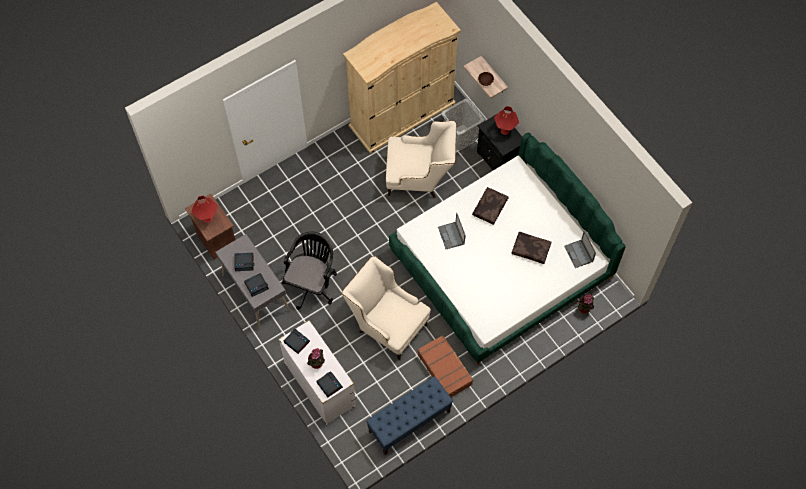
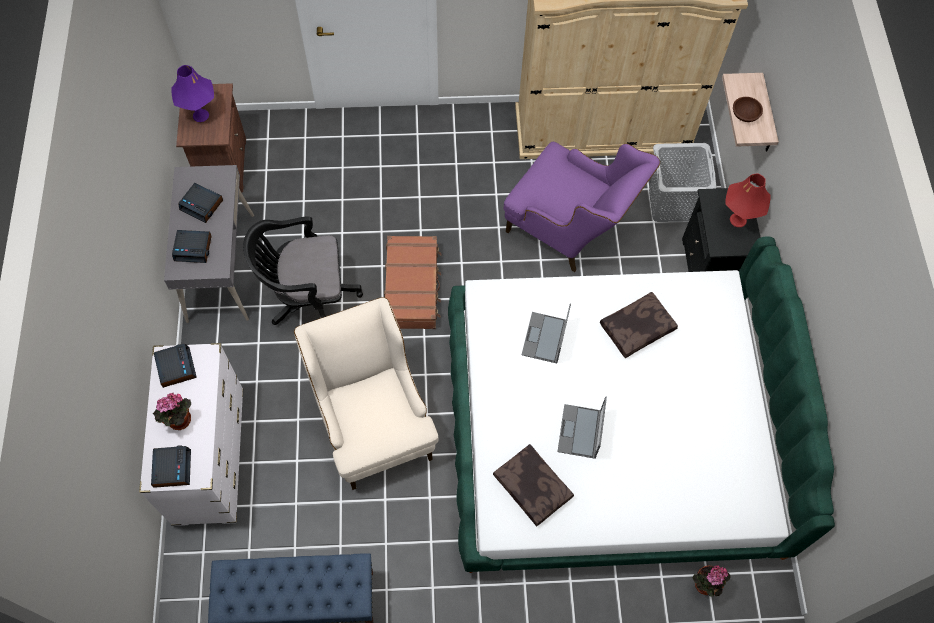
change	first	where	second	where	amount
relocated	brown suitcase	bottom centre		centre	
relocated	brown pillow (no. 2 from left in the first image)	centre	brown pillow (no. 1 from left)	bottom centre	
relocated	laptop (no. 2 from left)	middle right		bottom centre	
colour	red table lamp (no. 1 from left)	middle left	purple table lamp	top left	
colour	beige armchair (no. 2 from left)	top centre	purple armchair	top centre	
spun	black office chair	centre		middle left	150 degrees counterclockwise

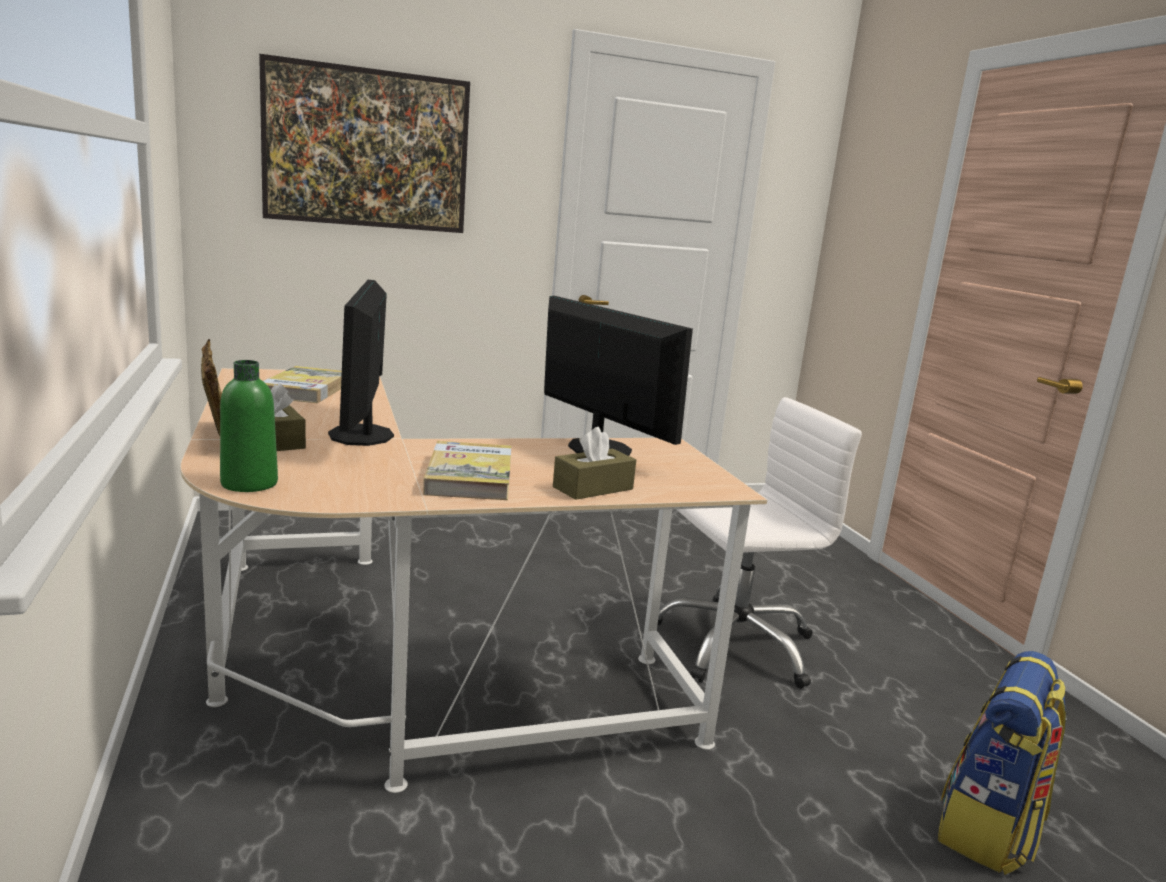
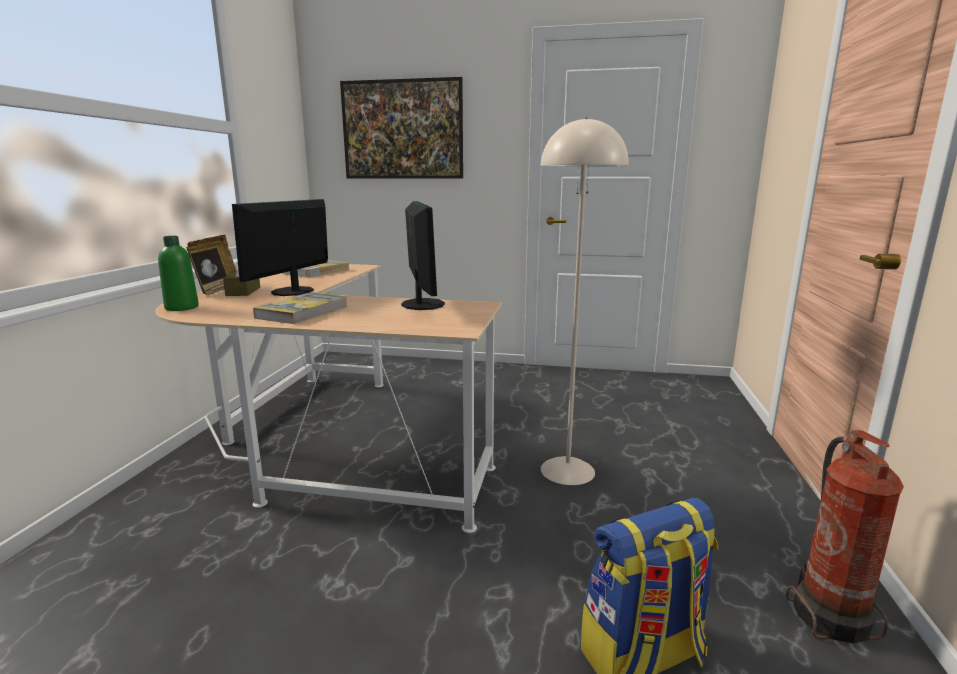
change	first	where	second	where	amount
missing	brown tissue box (no. 2 from left)	centre			
appeared			fire extinguisher	bottom right	
exchanged	white office chair	centre	beige floor lamp	centre	

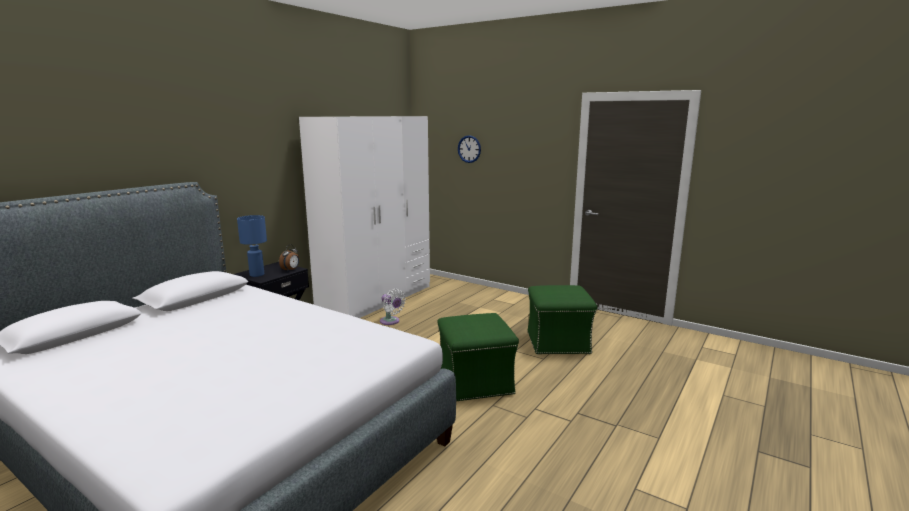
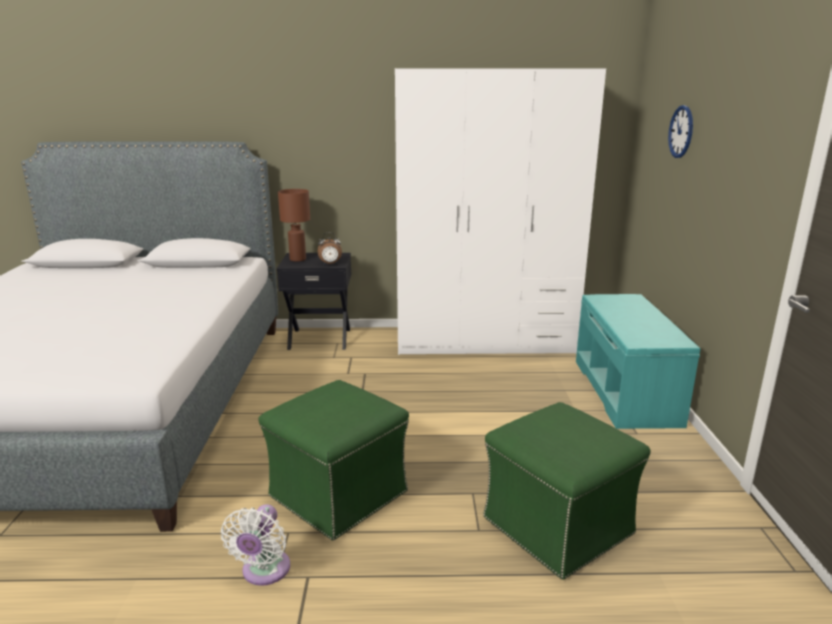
change	first	where	second	where	amount
appeared			turquoise bench	middle right	
relocated	white fan	centre		bottom left	
colour	blue table lamp	middle left	brown table lamp	centre	

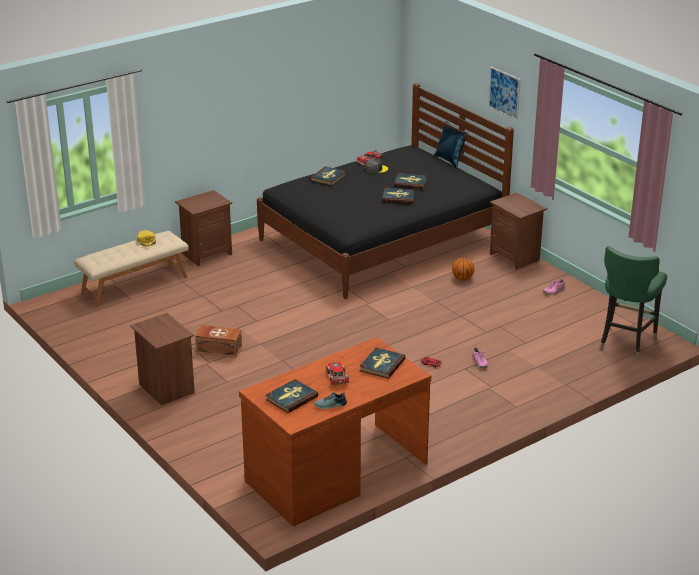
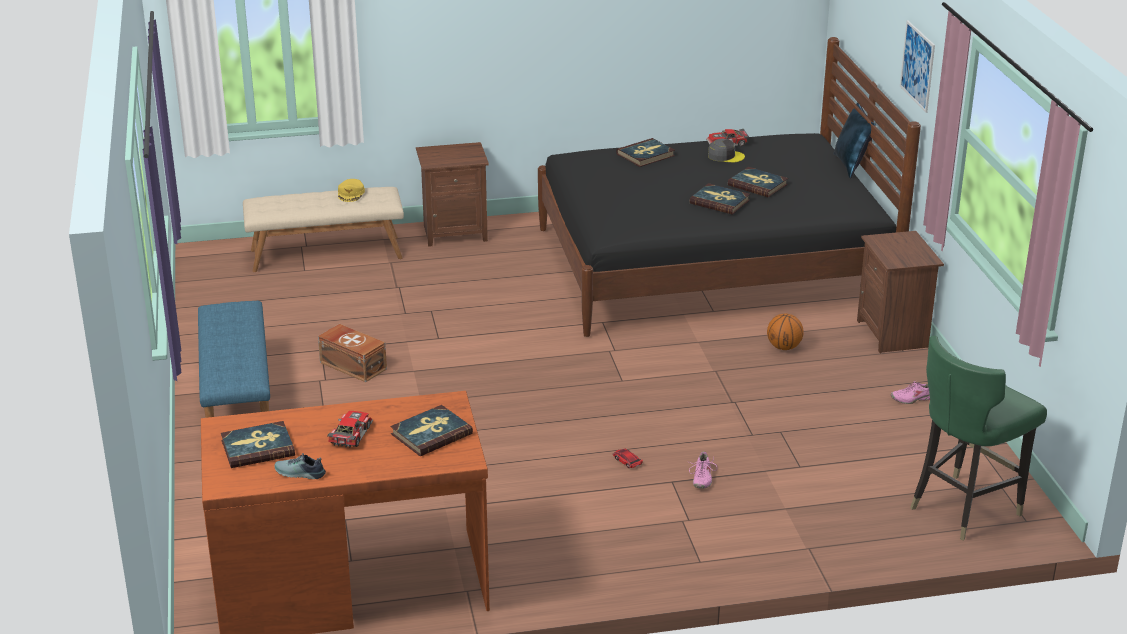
change	first	where	second	where	amount
exchanged	brown nightstand (no. 1 from left)	middle left	blue bench	middle left	

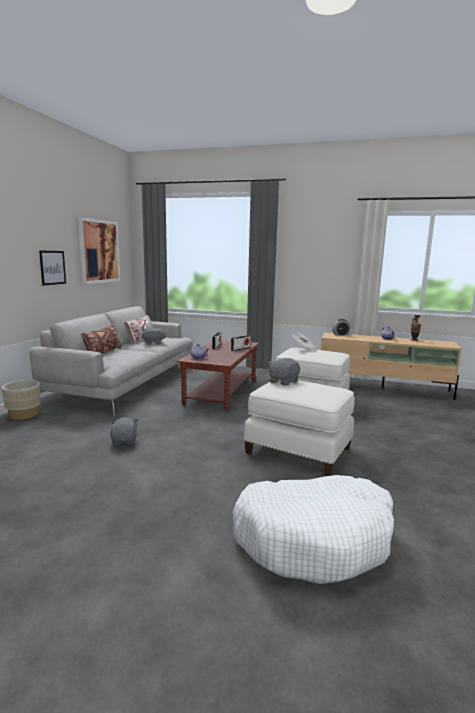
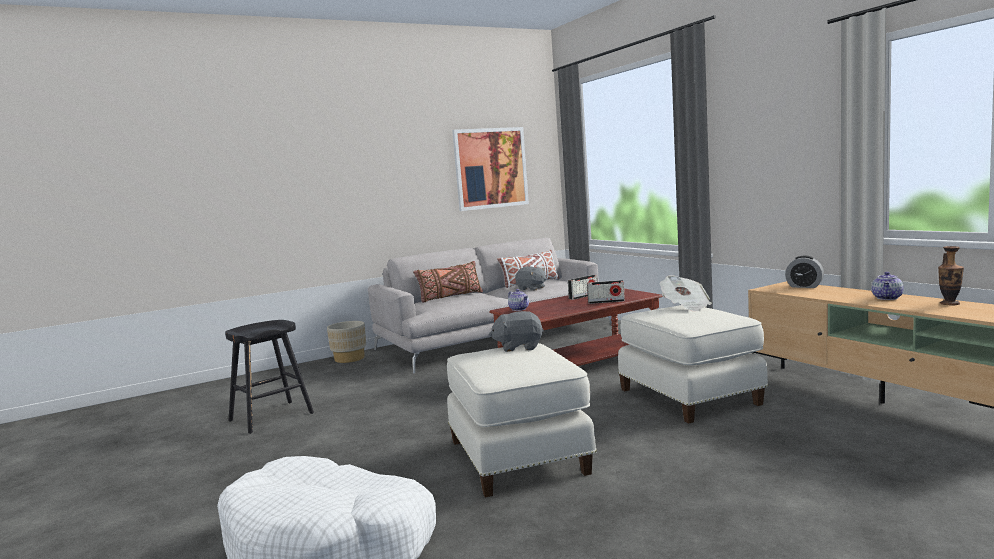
change	first	where	second	where	amount
missing	picture (no. 1 from left)	middle left			
missing	grey plush toy (no. 1 from left)	middle left			
appeared			black stool	bottom left	

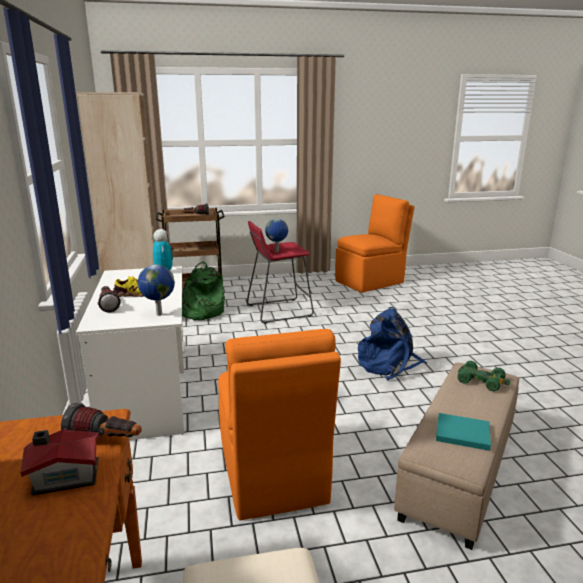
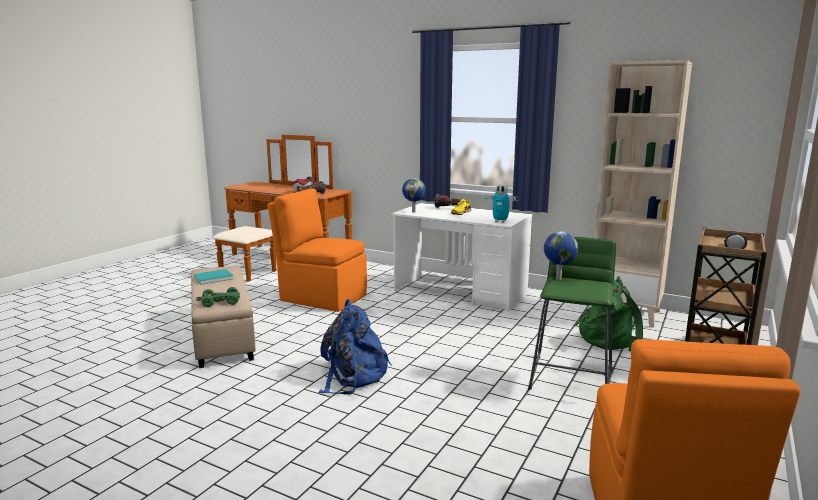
change	first	where	second	where	amount
colour	red stool	centre	green stool	middle right	

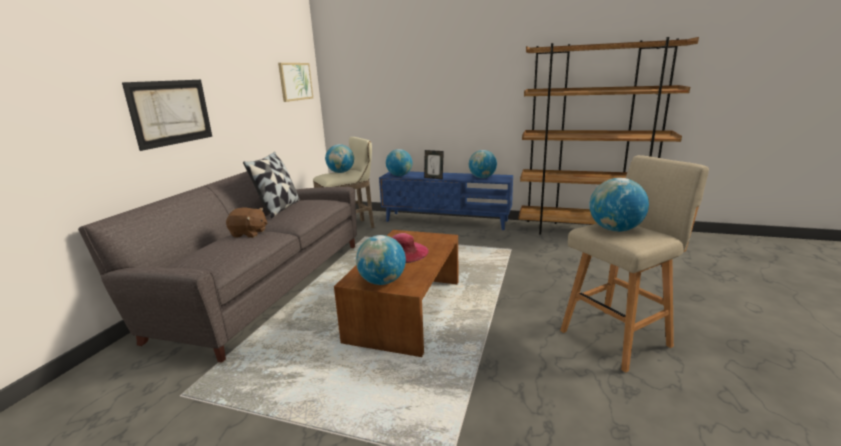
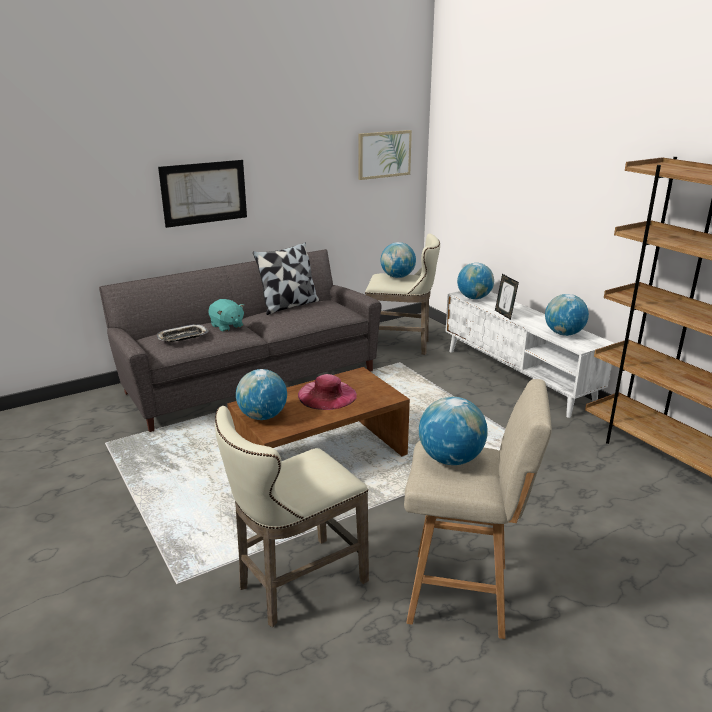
change	first	where	second	where	amount
appeared			tray	middle left	
appeared			beige stool (no. 1 from left)	bottom centre	
colour	brown plush toy	middle left	turquoise plush toy	middle left	
colour	blue tv stand	centre	white tv stand	middle right	

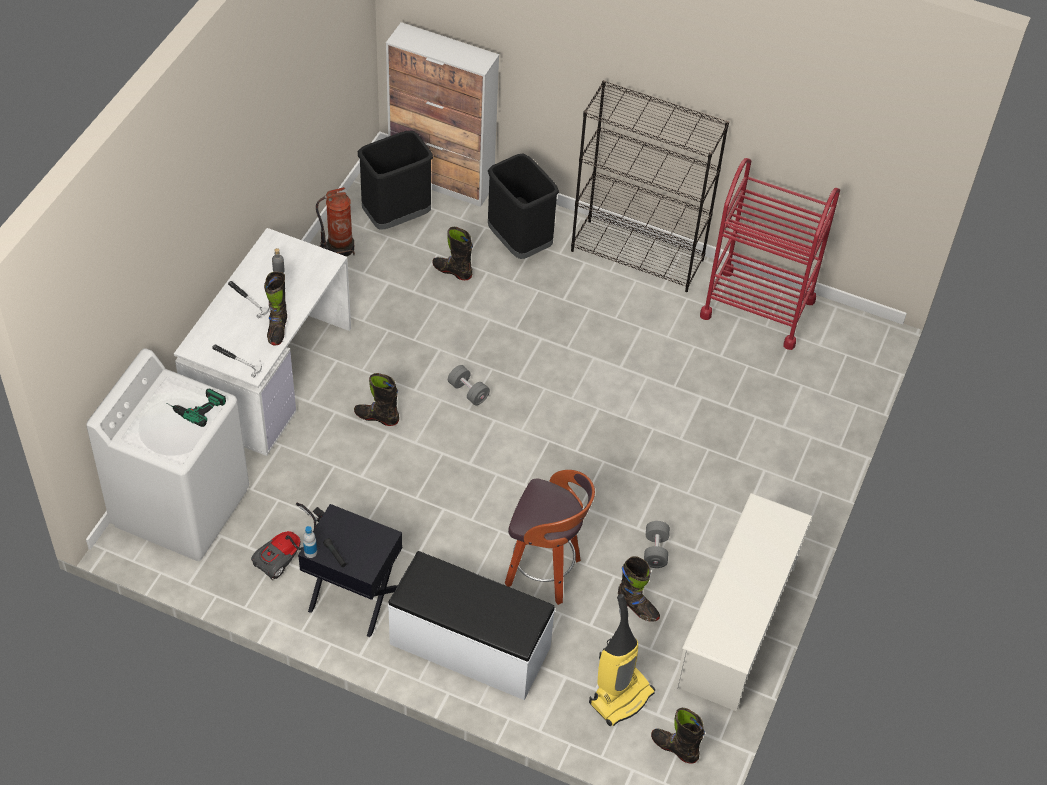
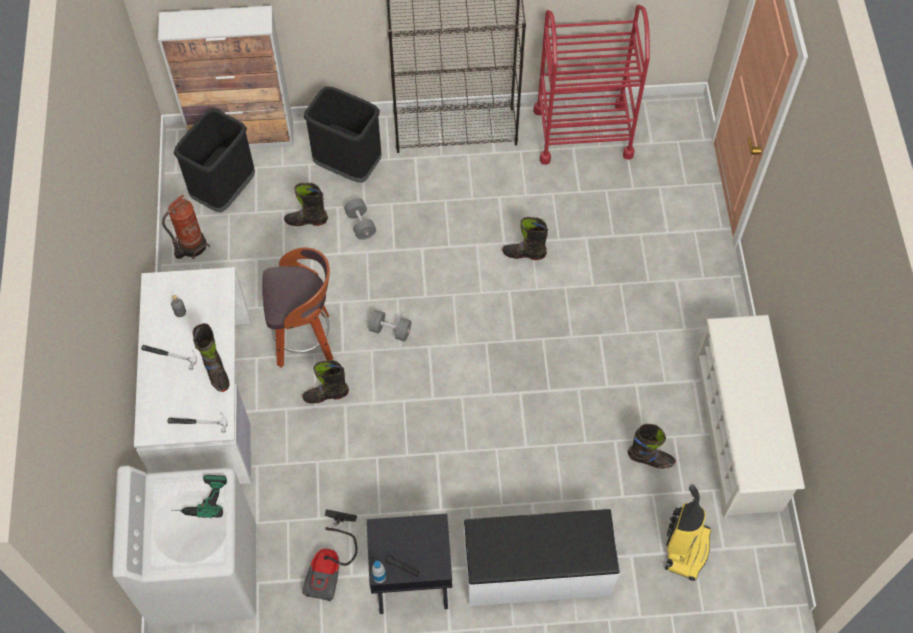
change	first	where	second	where	amount
relocated	stool	bottom centre		middle left	
relocated	grey dumbbell (no. 2 from left in the first image)	bottom centre	grey dumbbell (no. 1 from left)	centre	
relocated	black boot (no. 5 from left in the first image)	bottom centre	black boot (no. 4 from left)	centre	

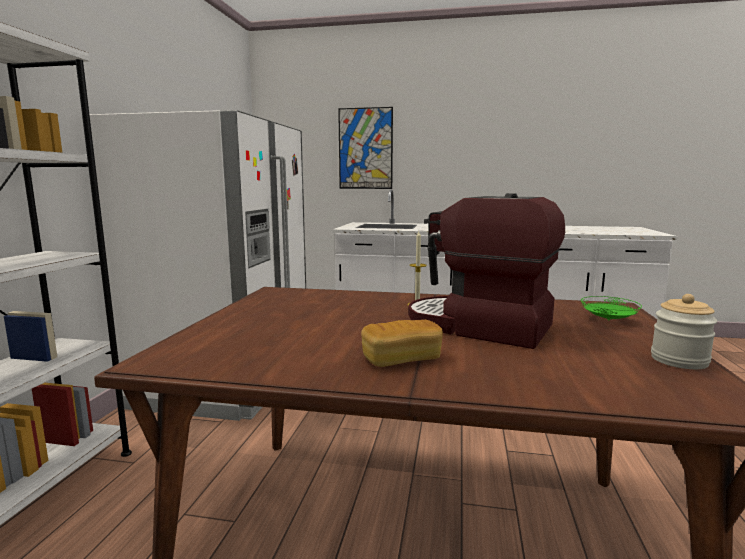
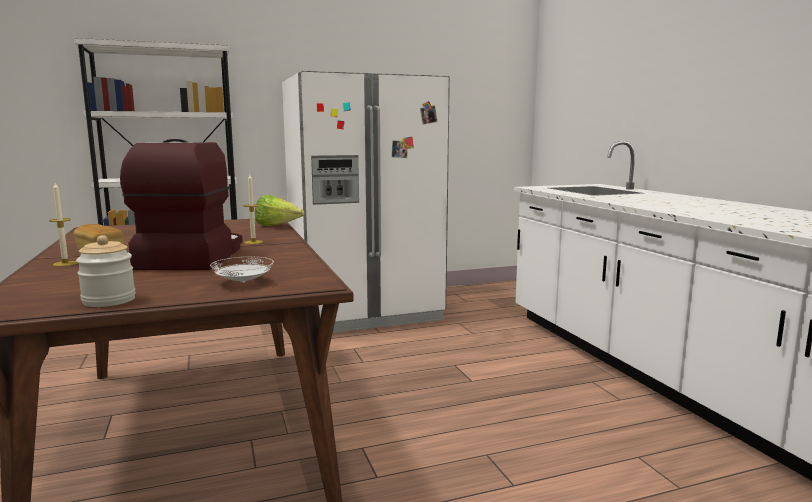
change	first	where	second	where	amount
missing	picture	top centre			
appeared			candle (no. 1 from left)	middle left	
appeared			lettuce	centre	
colour	green plate	middle right	white plate	middle left	

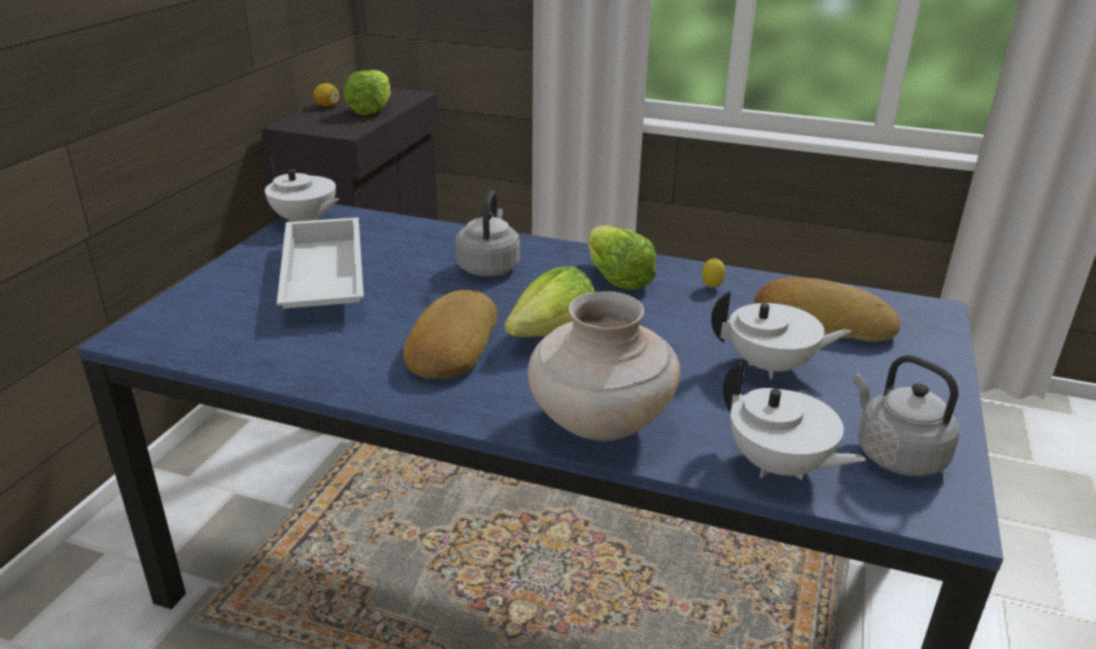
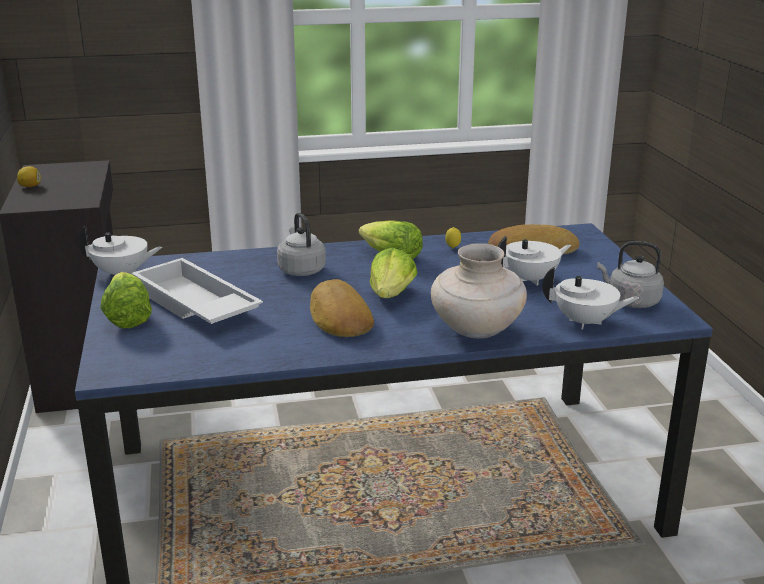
change	first	where	second	where	amount
relocated	lettuce (no. 1 from left)	top centre		middle left	

